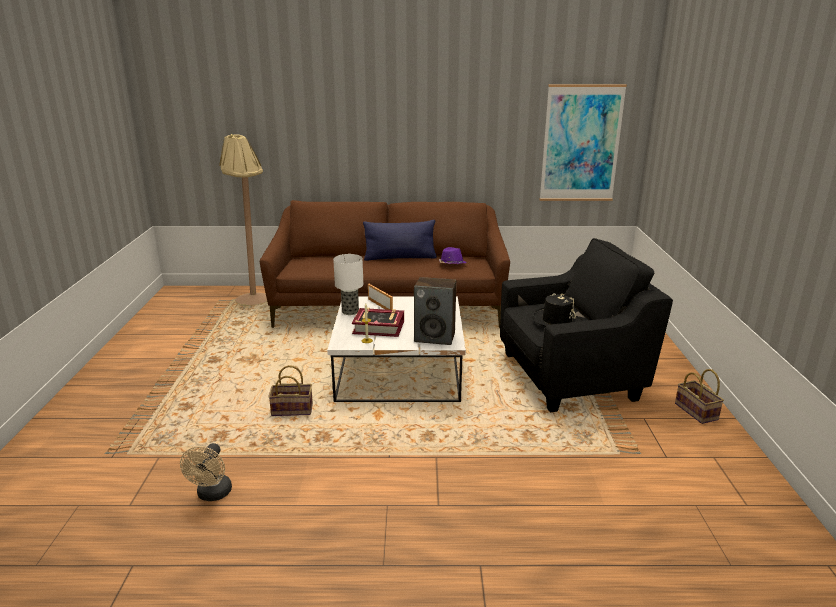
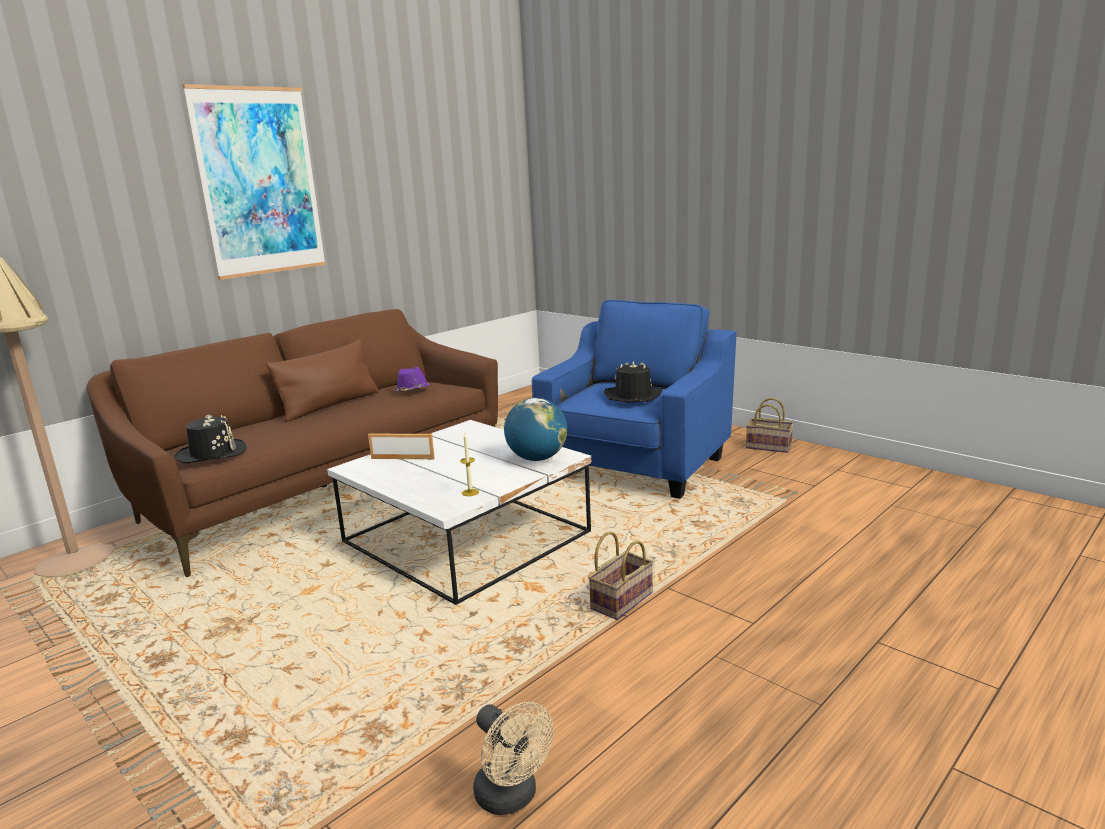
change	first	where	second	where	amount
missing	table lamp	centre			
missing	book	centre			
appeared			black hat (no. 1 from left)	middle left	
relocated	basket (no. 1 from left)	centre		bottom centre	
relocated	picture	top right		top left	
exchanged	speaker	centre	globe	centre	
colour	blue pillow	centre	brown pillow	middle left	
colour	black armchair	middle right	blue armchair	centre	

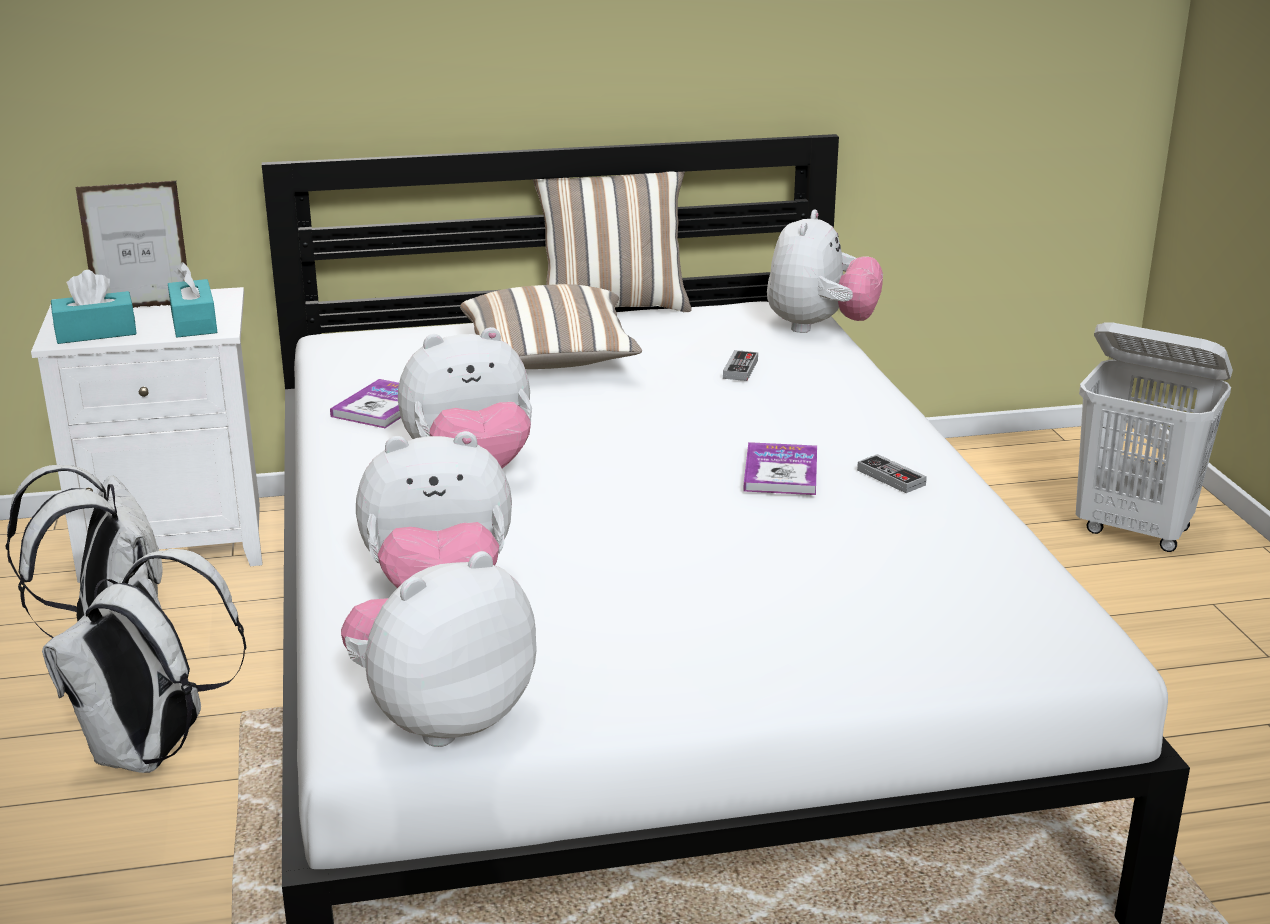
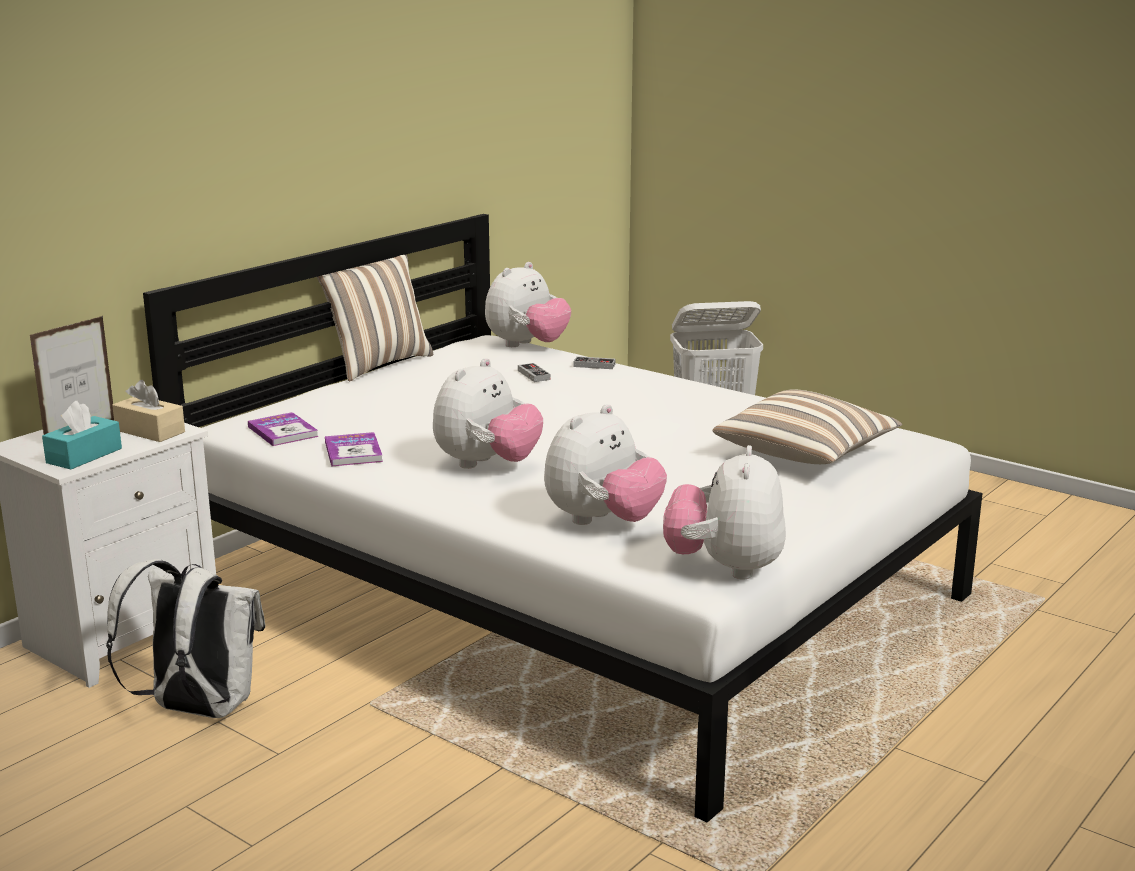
change	first	where	second	where	amount
missing	white backpack (no. 2 from left)	bottom left			
relocated	pillow (no. 1 from left in the first image)	centre	pillow (no. 2 from left)	middle right	
relocated	book (no. 2 from left in the first image)	centre	book (no. 1 from left)	middle left	
relocated	game controller (no. 2 from left)	middle right		centre	
colour	turquoise tissue box (no. 2 from left)	top left	beige tissue box	middle left	
spun	plush toy (no. 4 from left in the first image)	top centre	plush toy (no. 2 from left)	centre	60 degrees clockwise

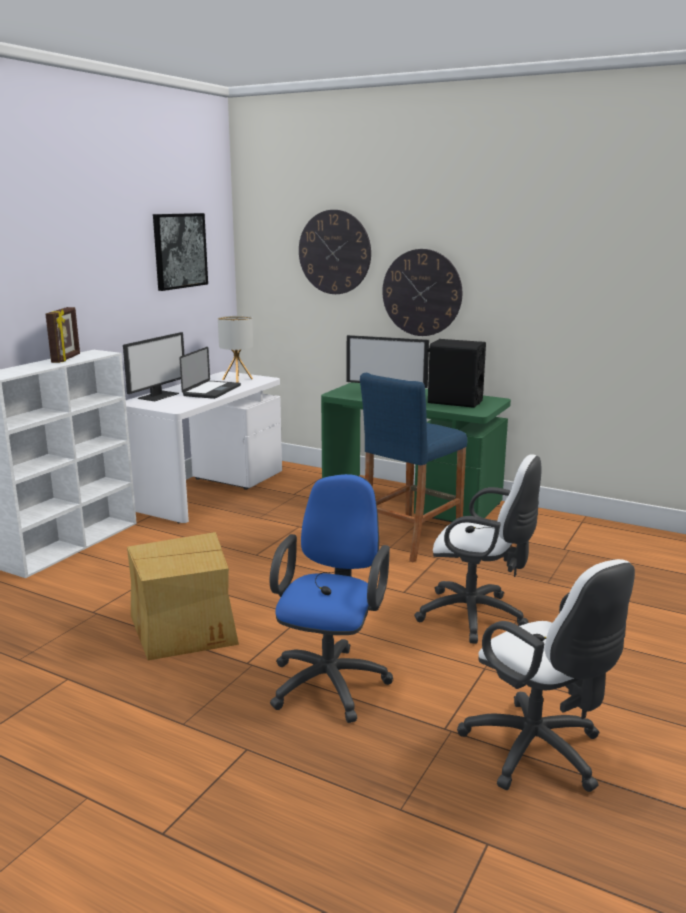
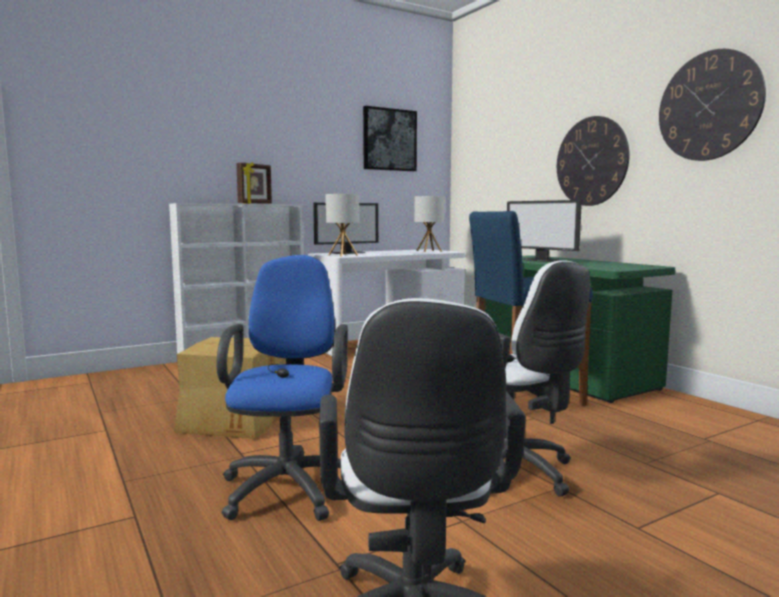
change	first	where	second	where	amount
missing	laptop	middle left			
missing	black speaker	centre			
appeared			table lamp (no. 1 from left)	centre	
relocated	wall clock (no. 1 from left in the first image)	top centre	wall clock (no. 2 from left)	top right	
spun	blue office chair	centre		centre	45 degrees counterclockwise

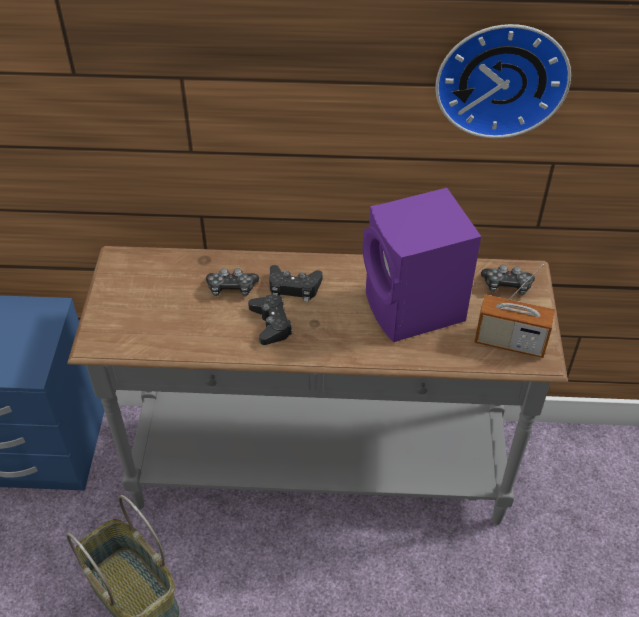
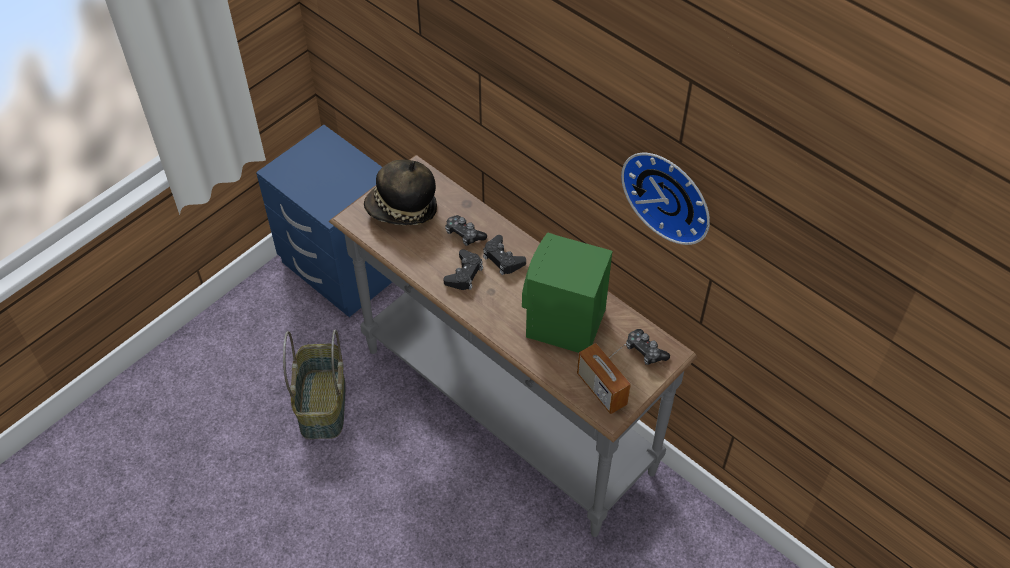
change	first	where	second	where	amount
appeared			hat	centre	
colour	purple speaker	centre	green speaker	centre	

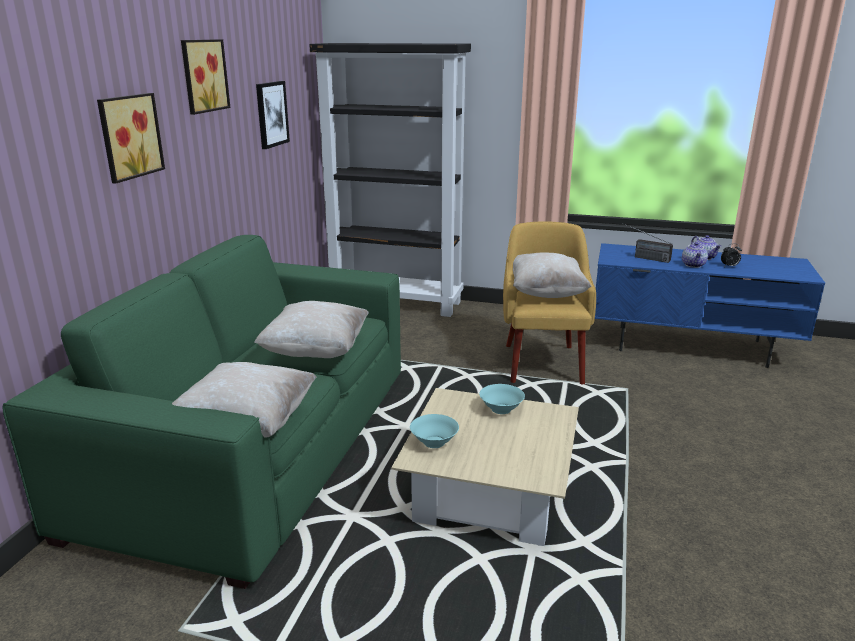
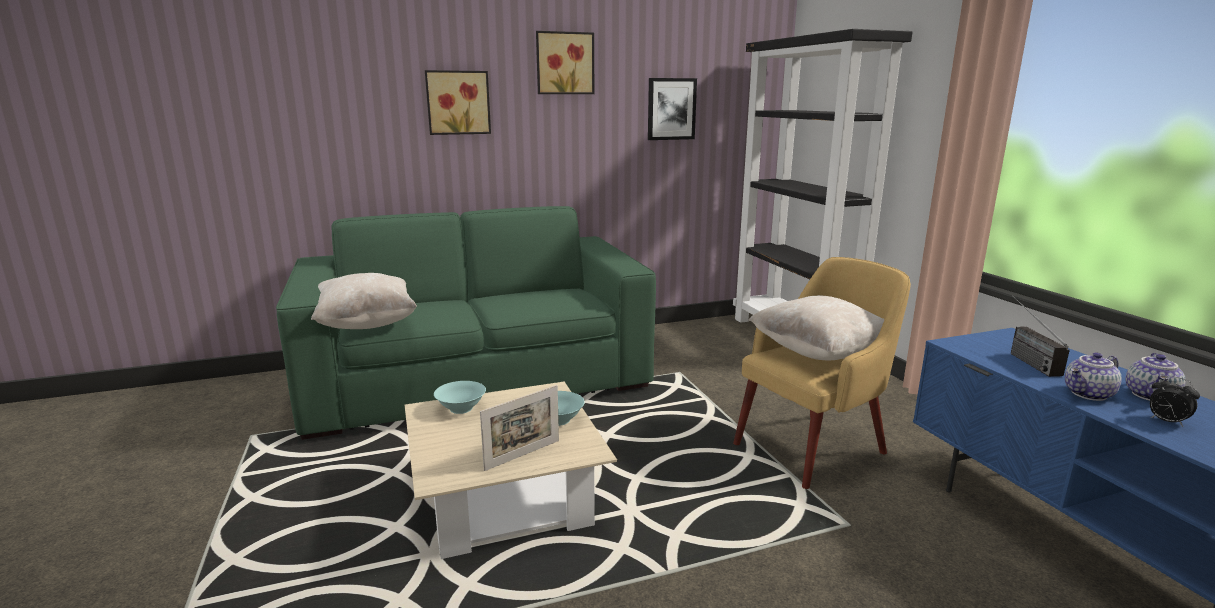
change	first	where	second	where	amount
missing	beige pillow (no. 2 from left)	centre			
appeared			picture frame	bottom centre	

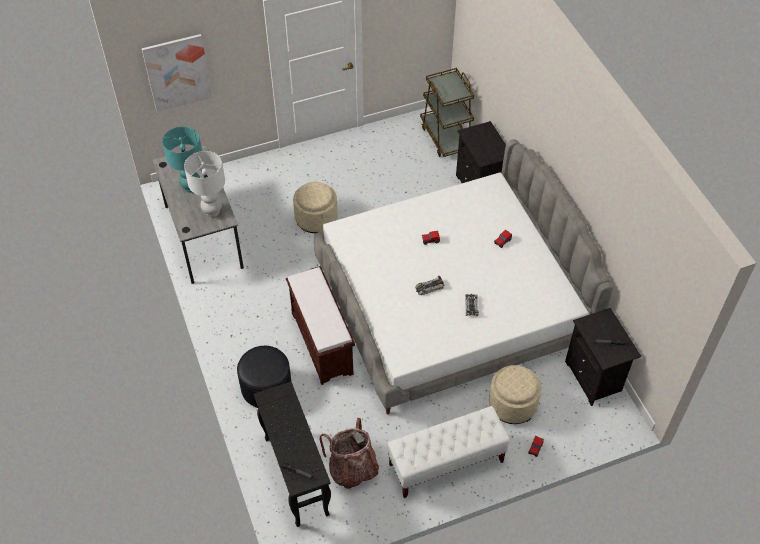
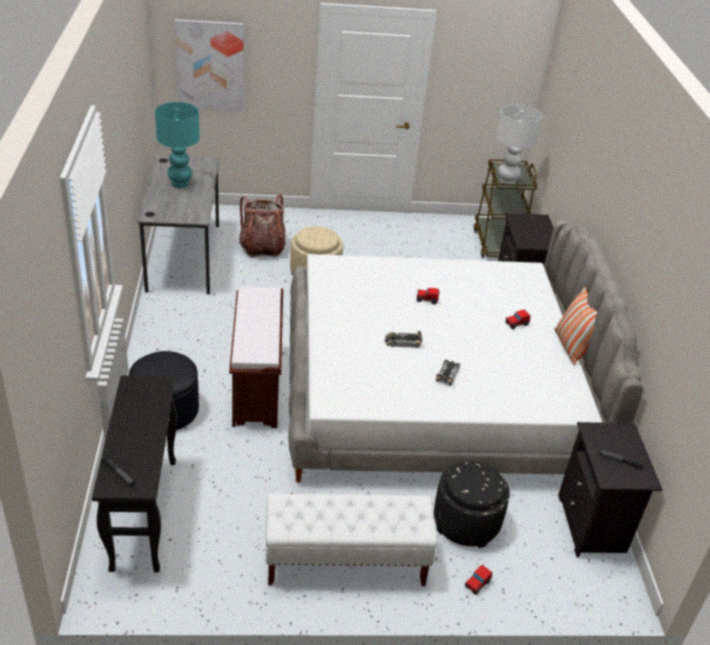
change	first	where	second	where	amount
appeared			pillow	middle right	
relocated	white table lamp	middle left		top right	
relocated	backpack	bottom centre		centre	
colour	beige ottoman (no. 2 from left)	bottom right	black ottoman (no. 2 from left)	bottom centre	

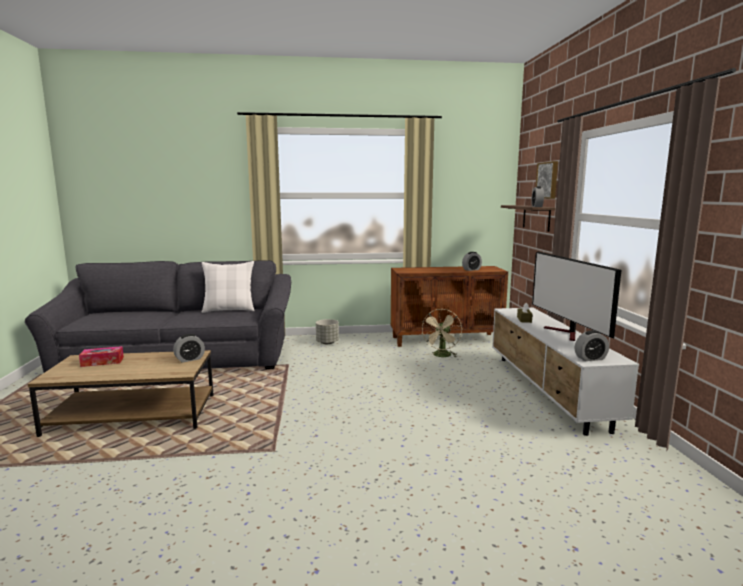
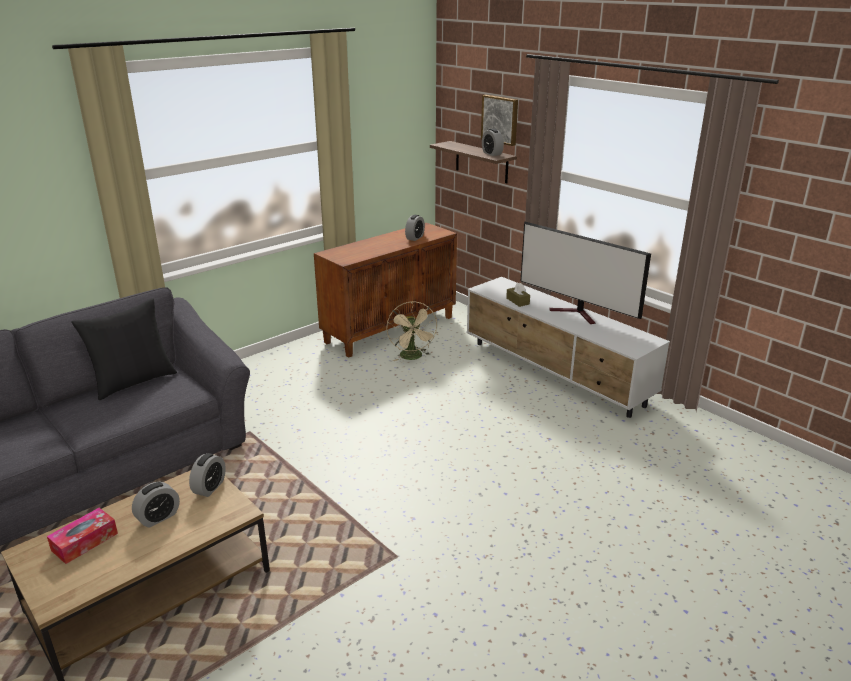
change	first	where	second	where	amount
missing	grey planter	centre			
relocated	alarm clock (no. 4 from left in the first image)	middle right	alarm clock (no. 1 from left)	bottom left	
colour	white pillow	middle left	black pillow	middle left	

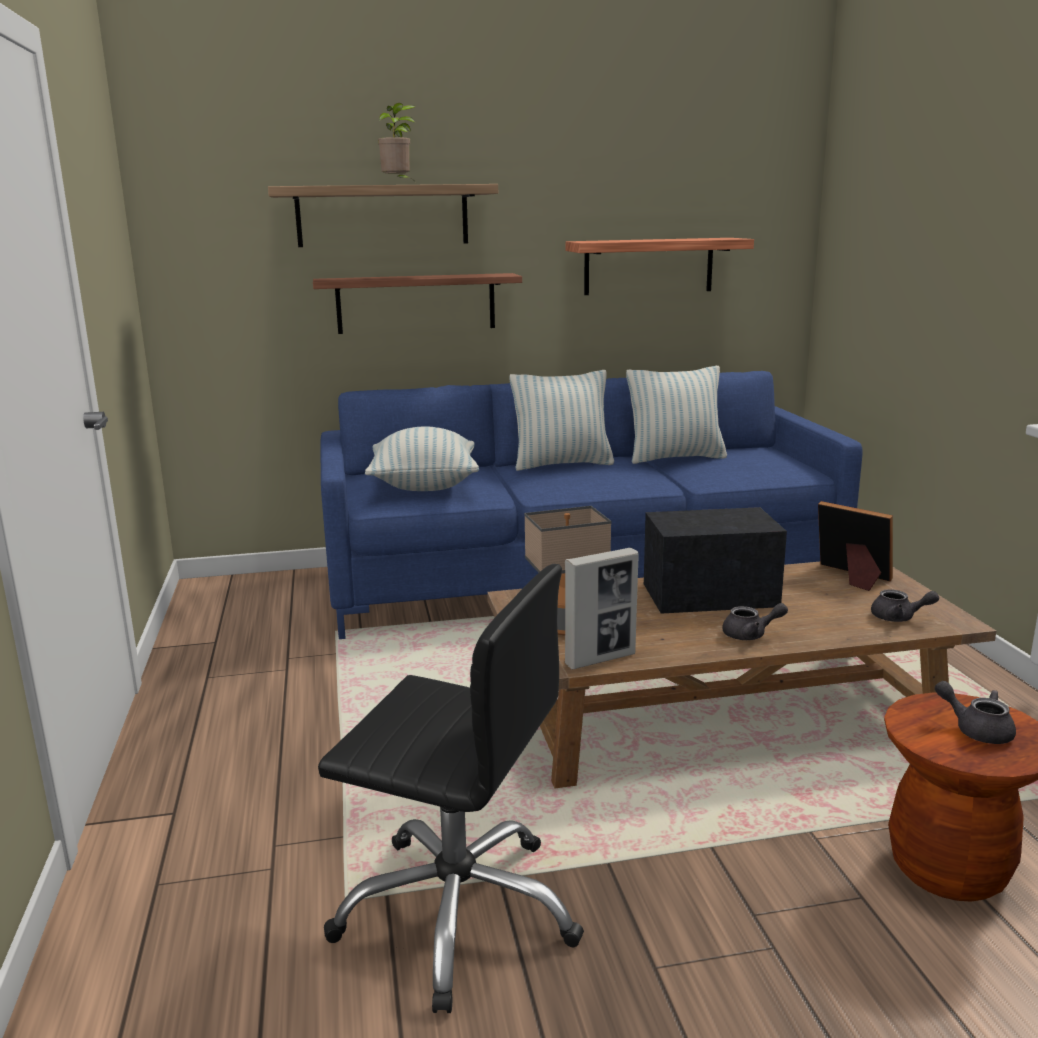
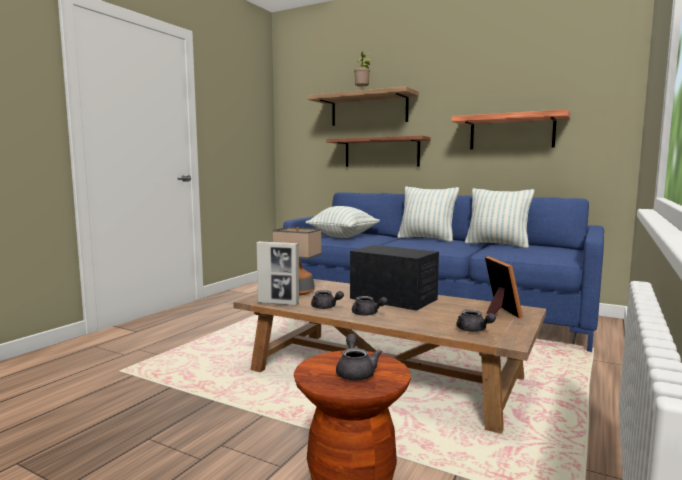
change	first	where	second	where	amount
missing	black office chair	bottom centre			
appeared			grey teapot (no. 1 from left)	centre	

